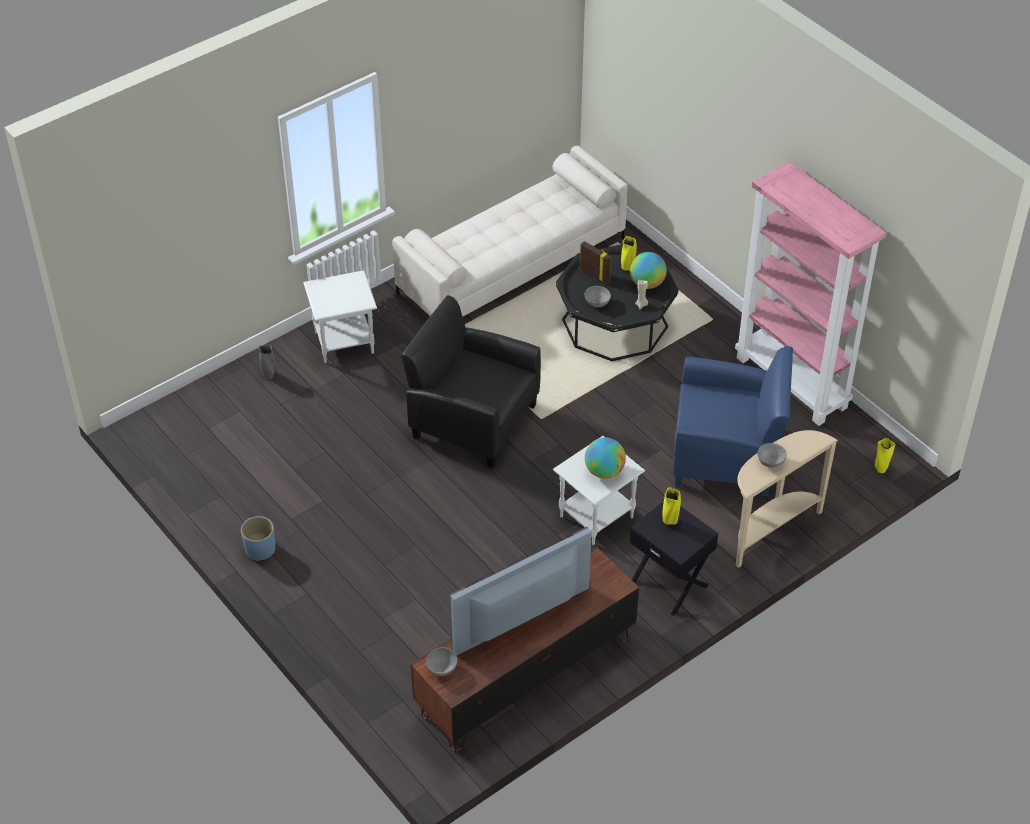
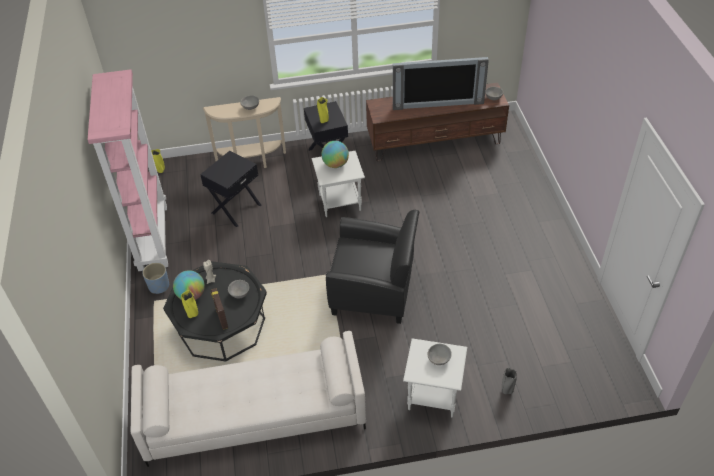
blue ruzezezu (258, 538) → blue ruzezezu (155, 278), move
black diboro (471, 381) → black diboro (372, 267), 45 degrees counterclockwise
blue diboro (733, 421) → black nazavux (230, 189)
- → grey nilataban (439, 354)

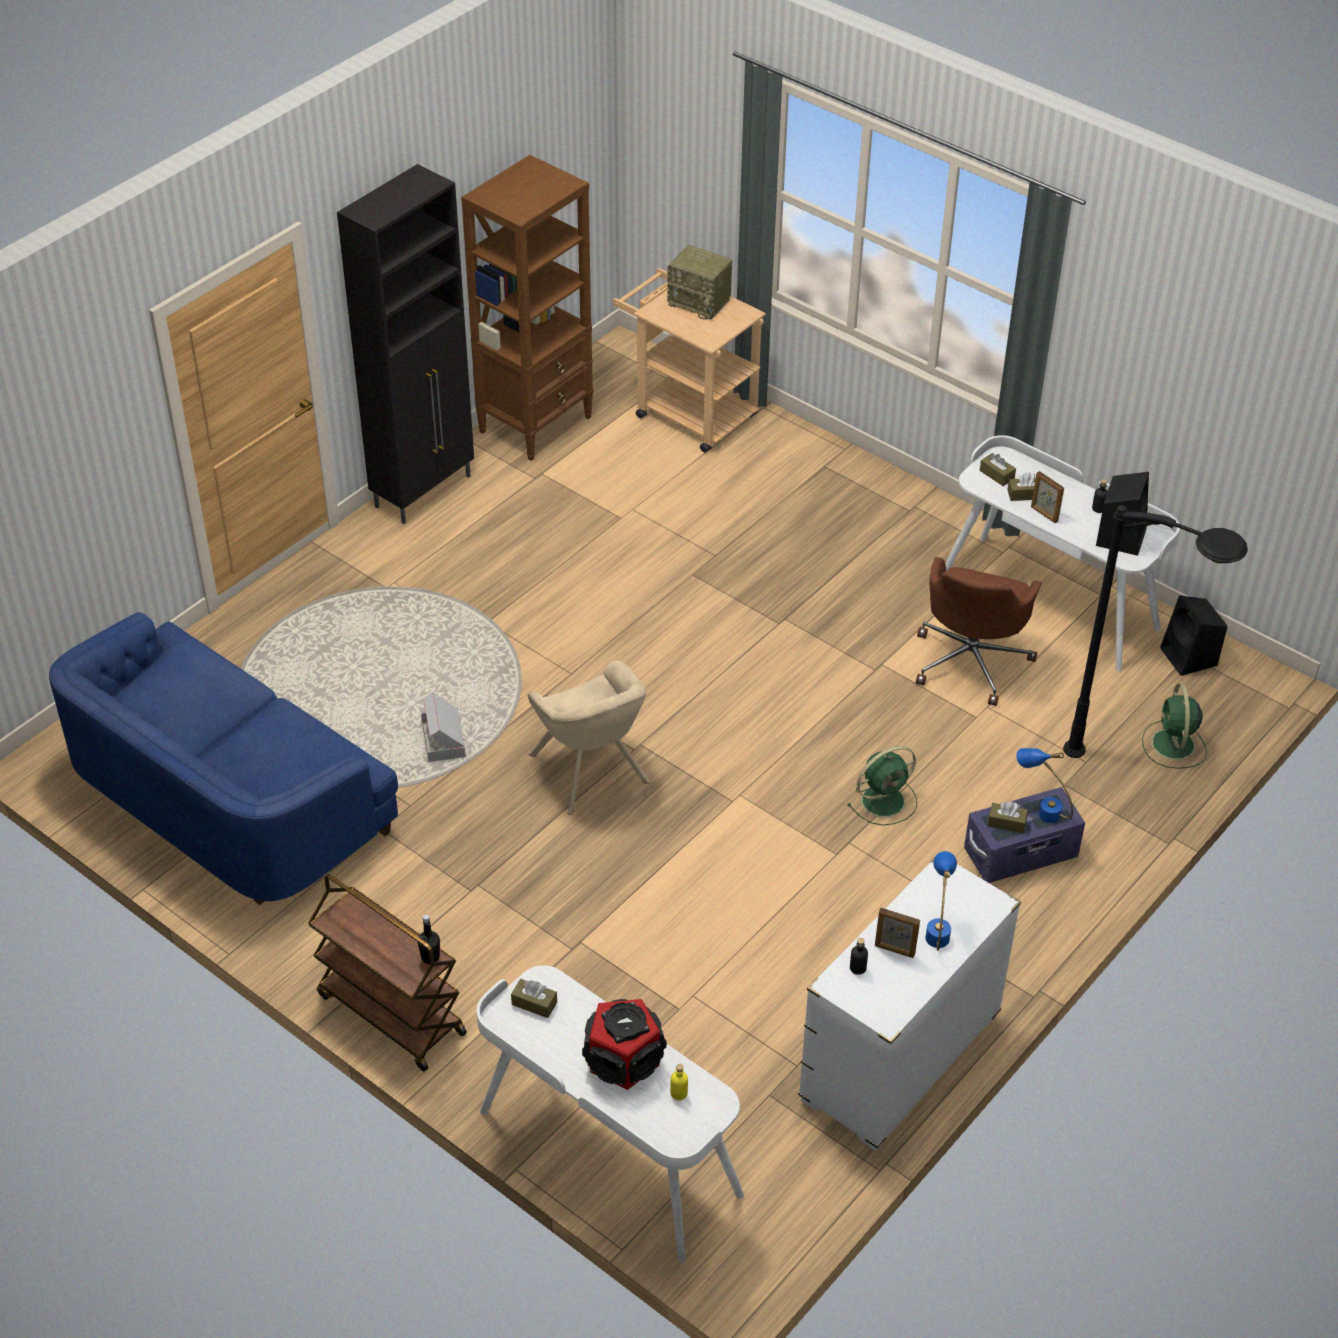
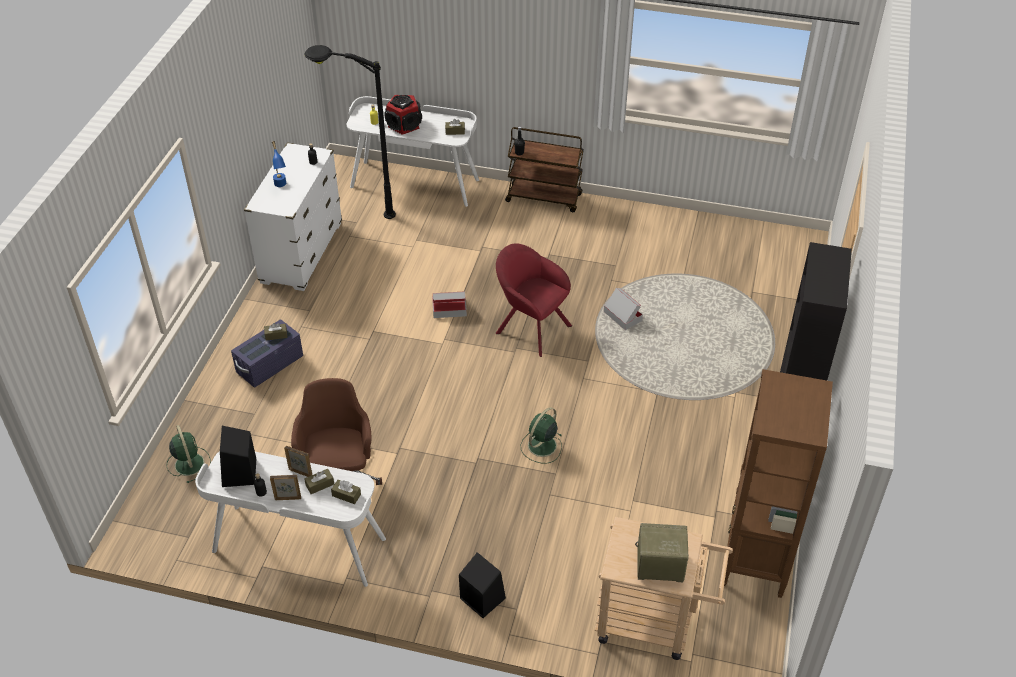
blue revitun (223, 758) → -
beige diboro (589, 738) → red diboro (534, 300)
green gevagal (882, 785) → green gevagal (541, 435), move
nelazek (897, 933) → nelazek (285, 487), move
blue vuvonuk (1044, 785) → -
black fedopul (1155, 631) → black fedopul (350, 132), move
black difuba (1193, 635) → black difuba (482, 585), move
- → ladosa (449, 304)

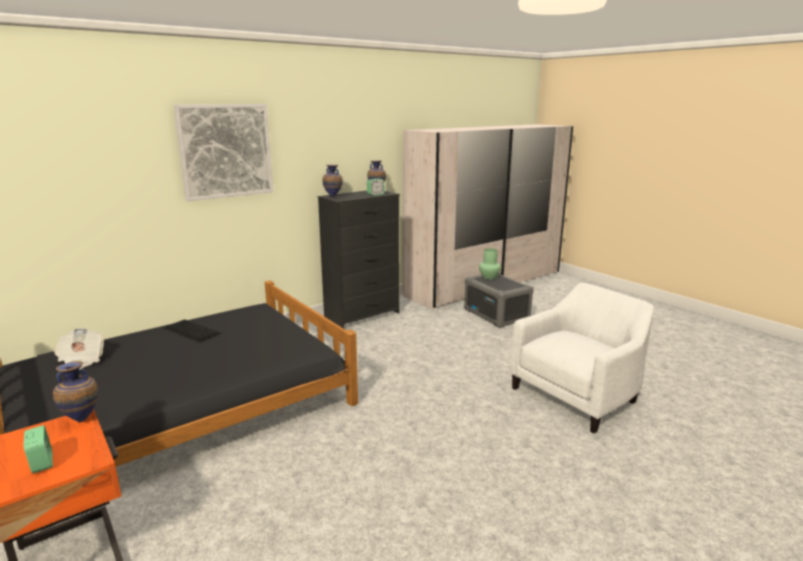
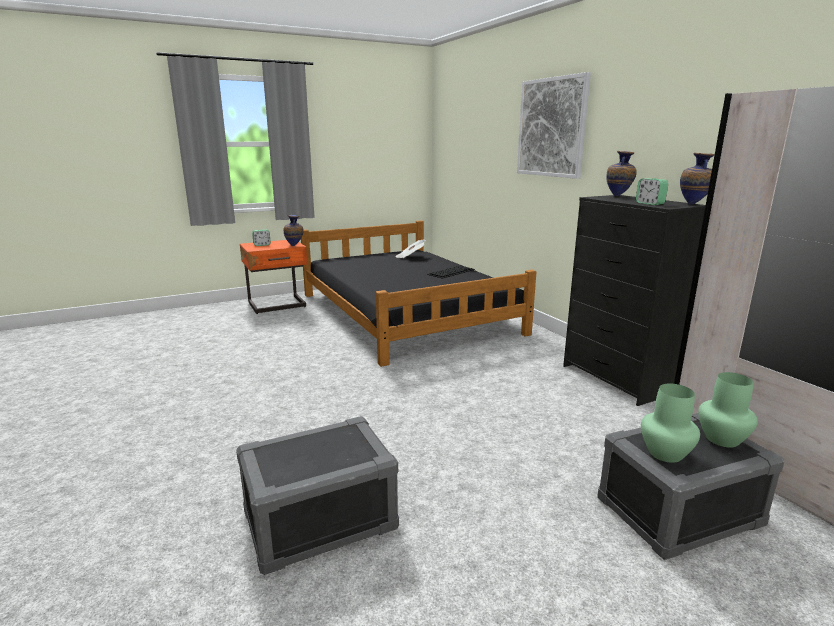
white diboro (582, 358) → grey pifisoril (317, 495)
- → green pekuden (670, 423)

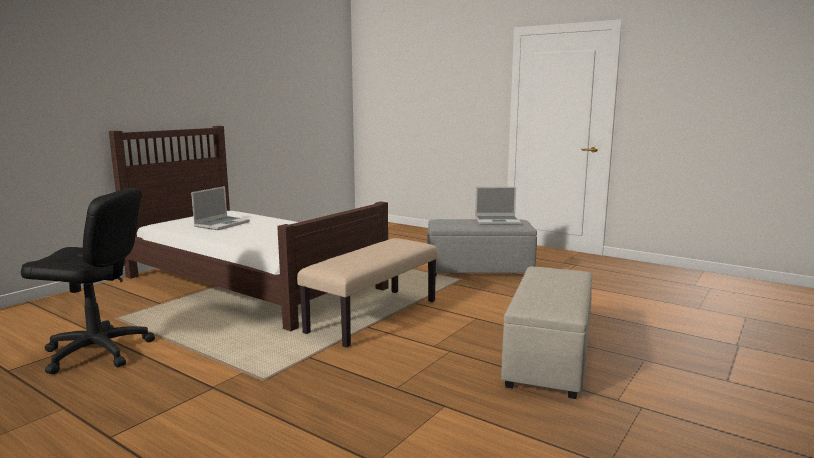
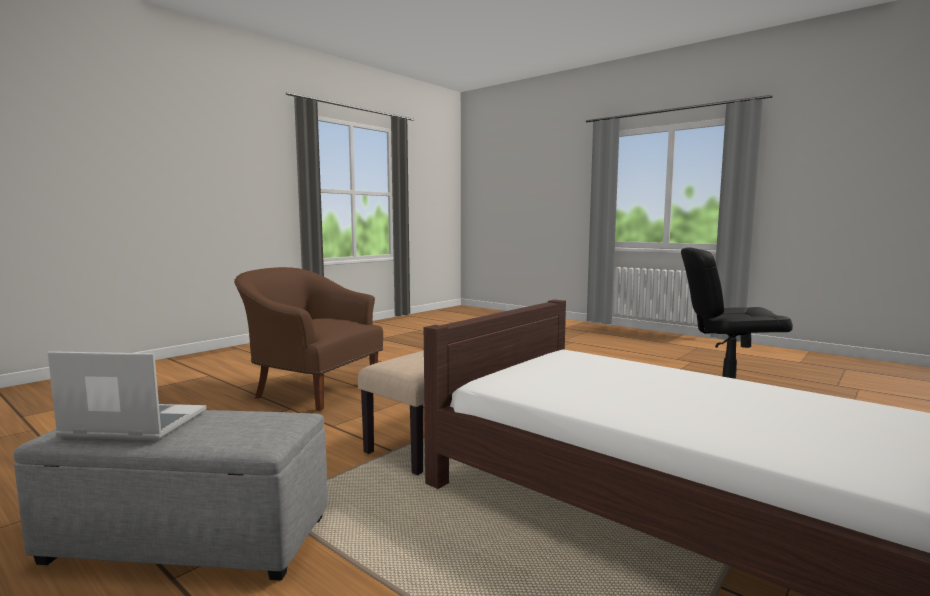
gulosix (220, 208) → -
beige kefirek (546, 333) → brown diboro (308, 339)

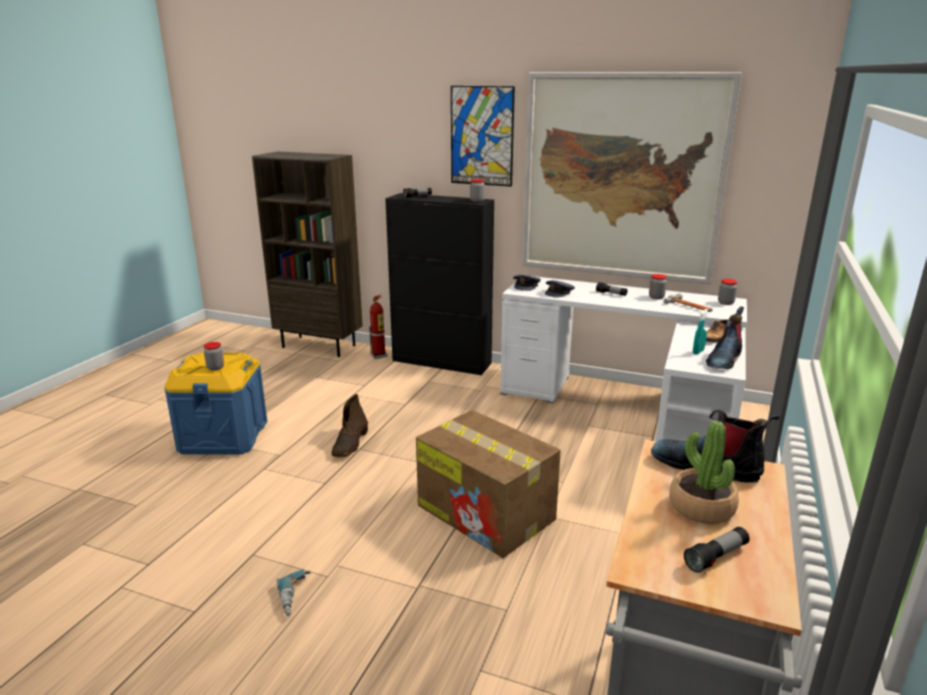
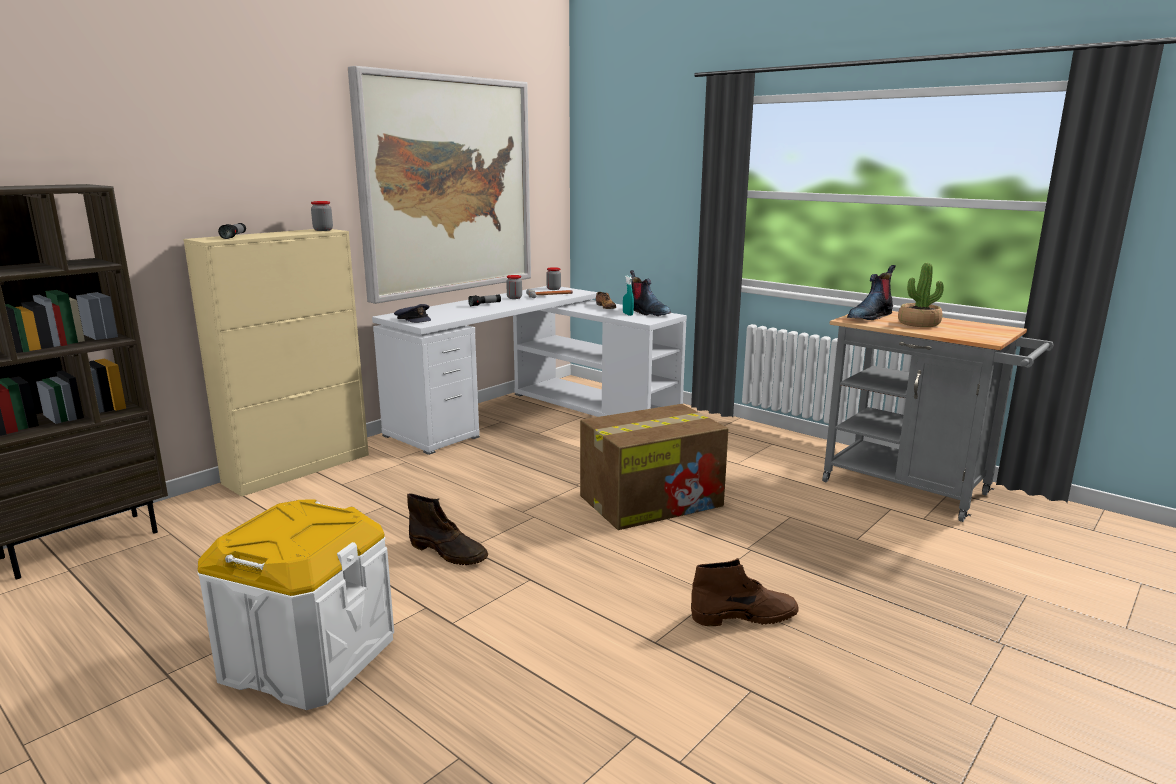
blue pifisoril (215, 404) → white pifisoril (296, 604)
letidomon (214, 356) → -
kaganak (294, 592) → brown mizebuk (745, 592)
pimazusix (378, 327) → -
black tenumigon (439, 284) → beige tenumigon (276, 363)
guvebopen (483, 136) → -
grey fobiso (560, 289) → -
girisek (717, 550) → -

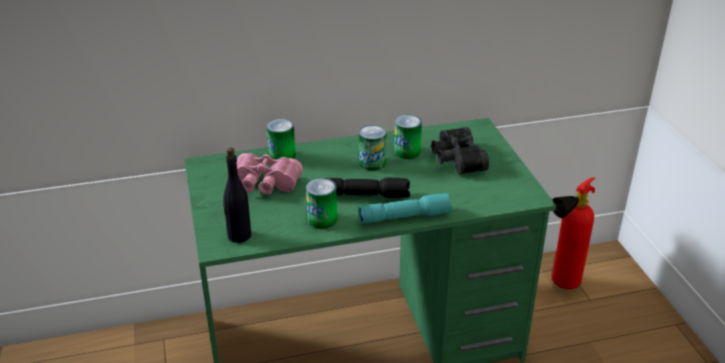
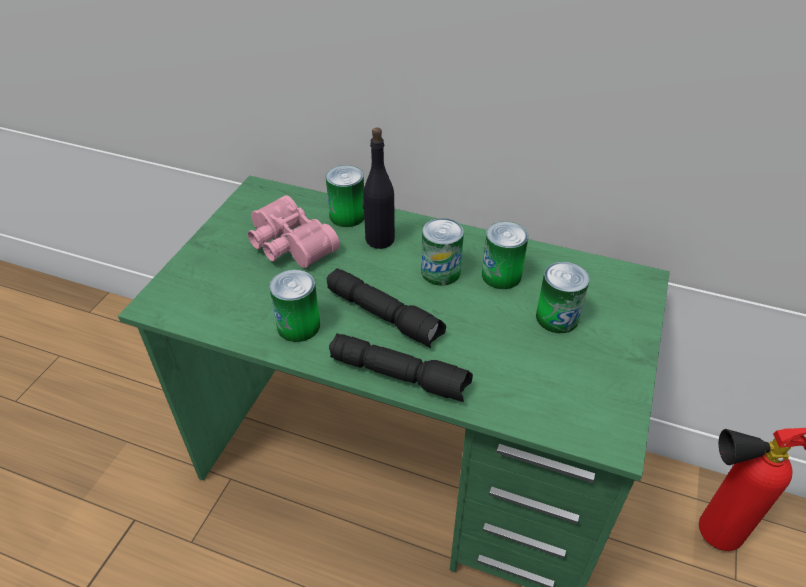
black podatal (237, 195) → black podatal (379, 188), move
turquoise girisek (406, 208) → black girisek (401, 367)
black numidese (460, 150) → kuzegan (563, 297)

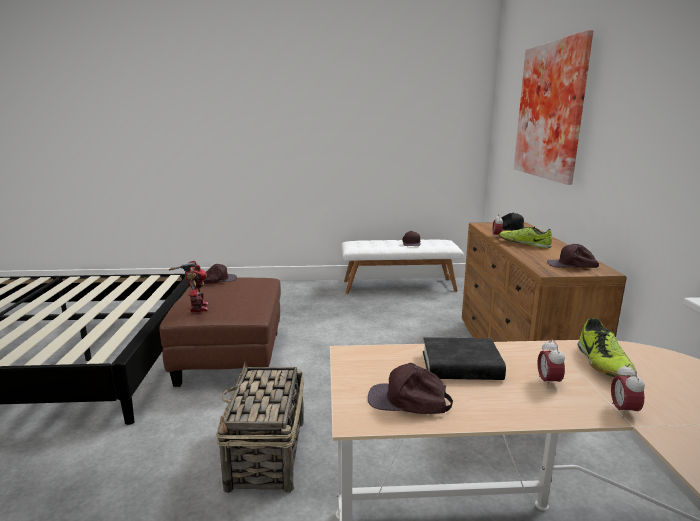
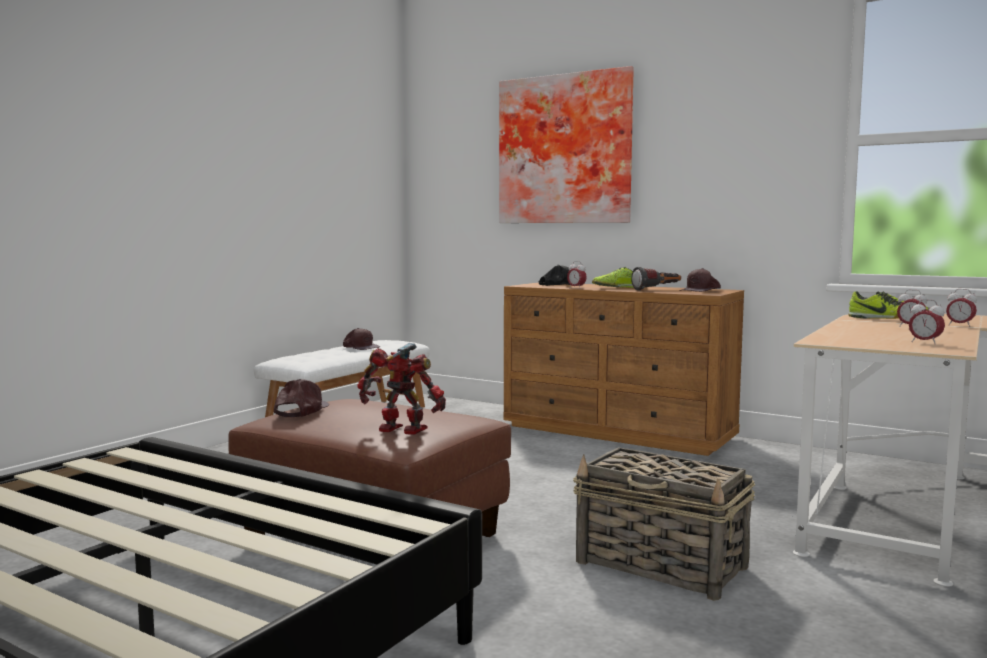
brown fobiso (410, 388) → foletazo (927, 322)
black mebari (464, 358) → -
- → girisek (656, 279)

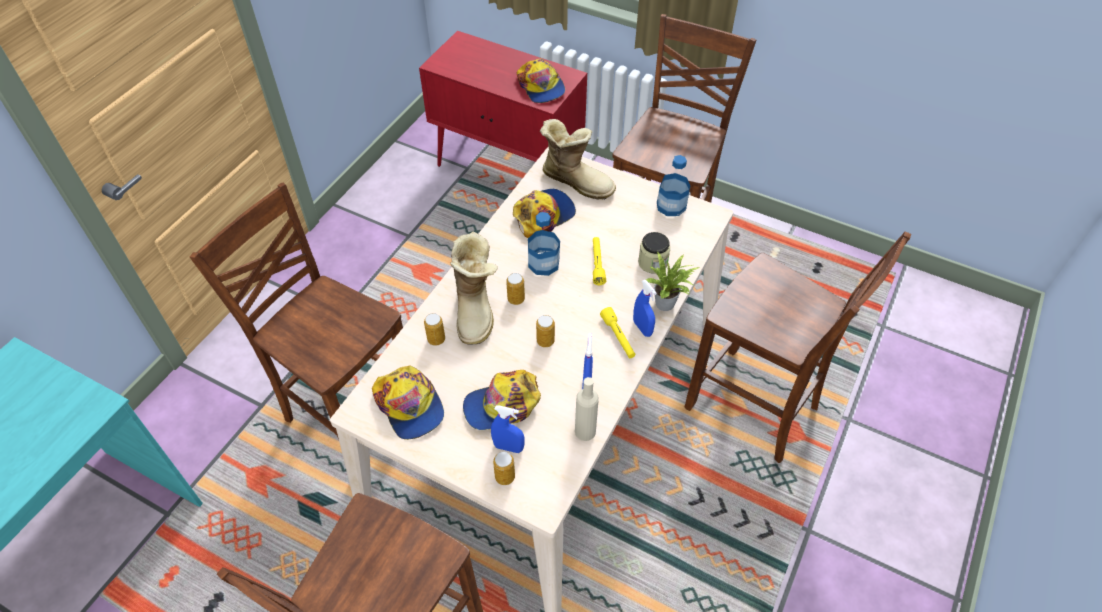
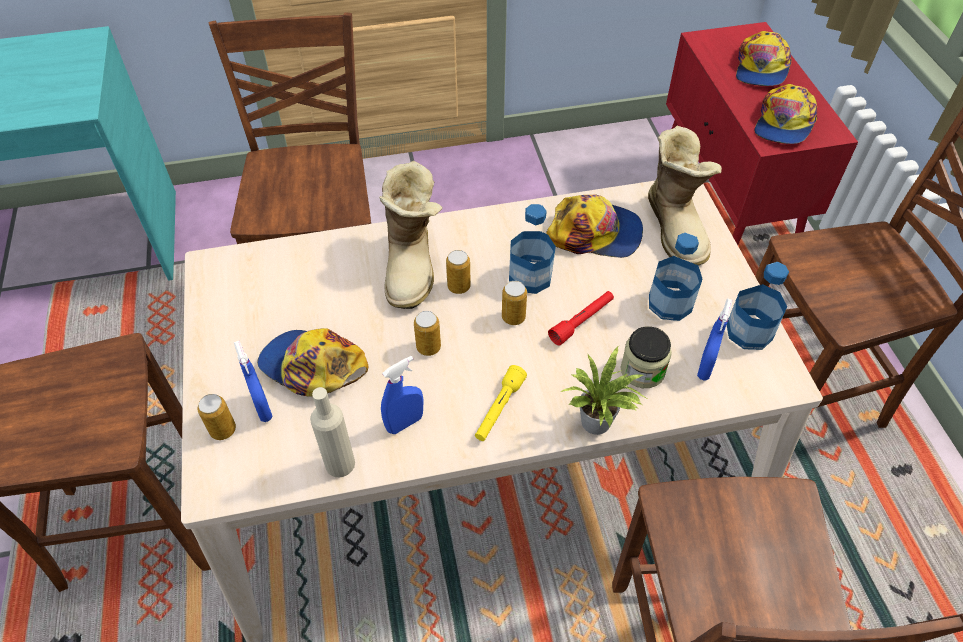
fobiso (408, 403) → fobiso (764, 58), move
kuzegan (434, 329) → kuzegan (514, 303), move
mizebuk (474, 288) → mizebuk (411, 235), 45 degrees counterclockwise
yellow girisek (599, 261) → red girisek (581, 318)
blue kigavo (645, 308) → blue kigavo (714, 339), move
- → podatal (675, 277)

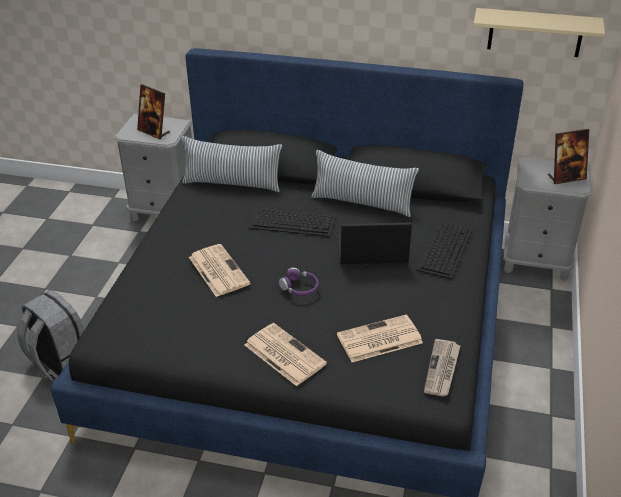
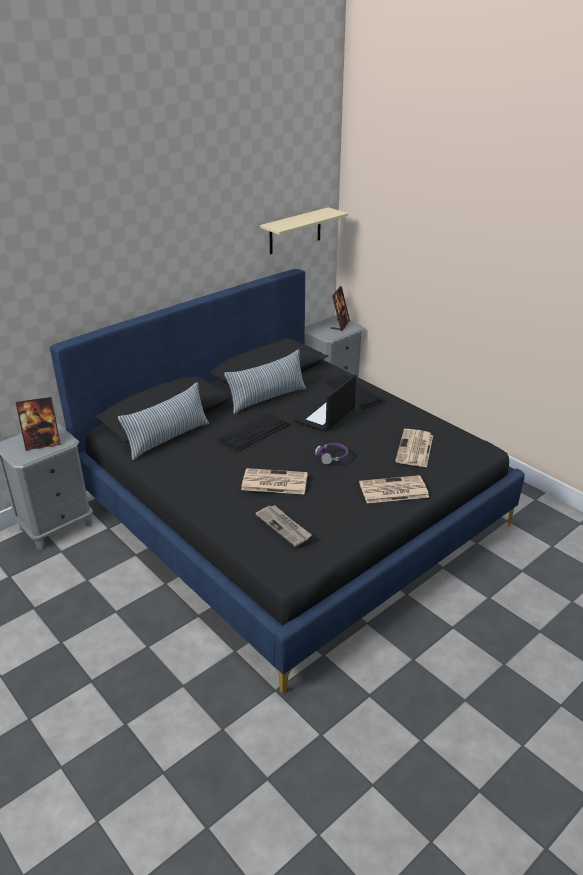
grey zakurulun (51, 335) → -
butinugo (442, 368) → butinugo (284, 526), move

